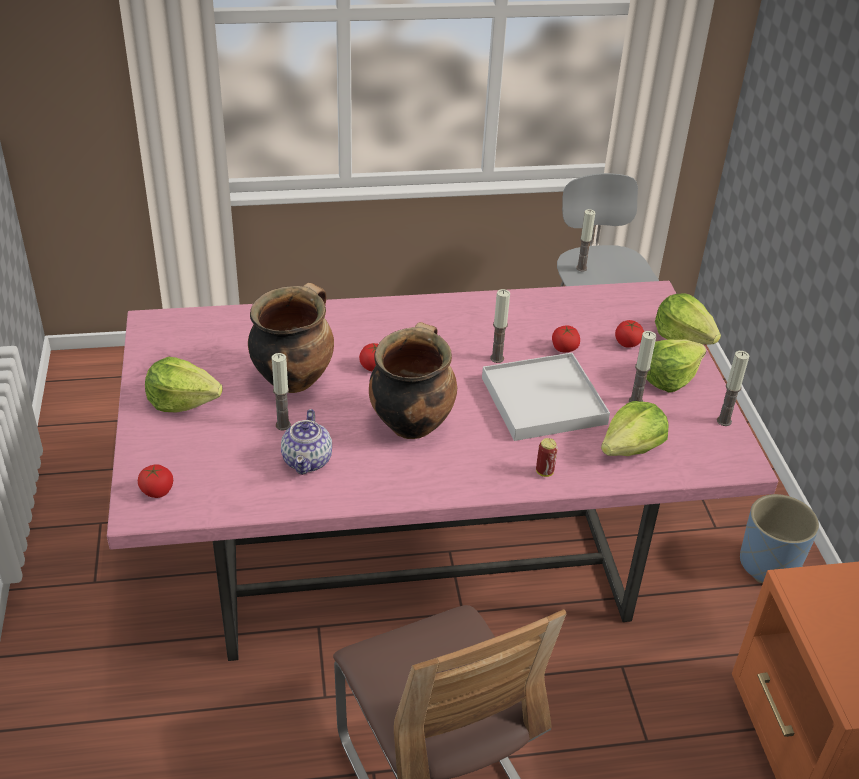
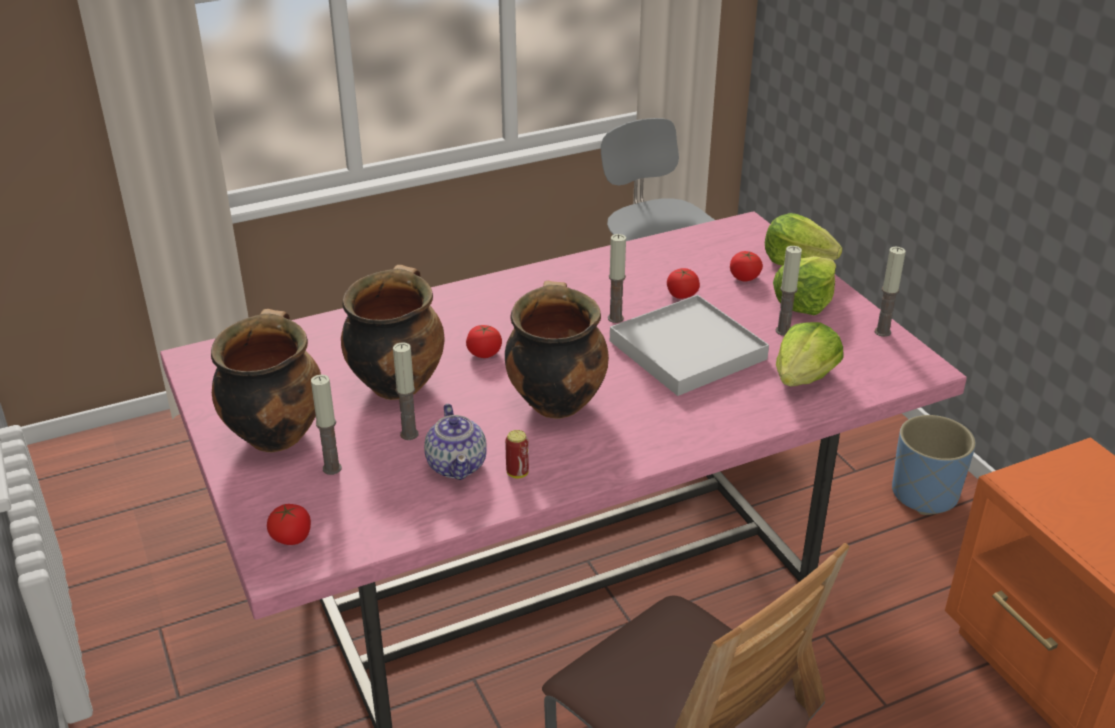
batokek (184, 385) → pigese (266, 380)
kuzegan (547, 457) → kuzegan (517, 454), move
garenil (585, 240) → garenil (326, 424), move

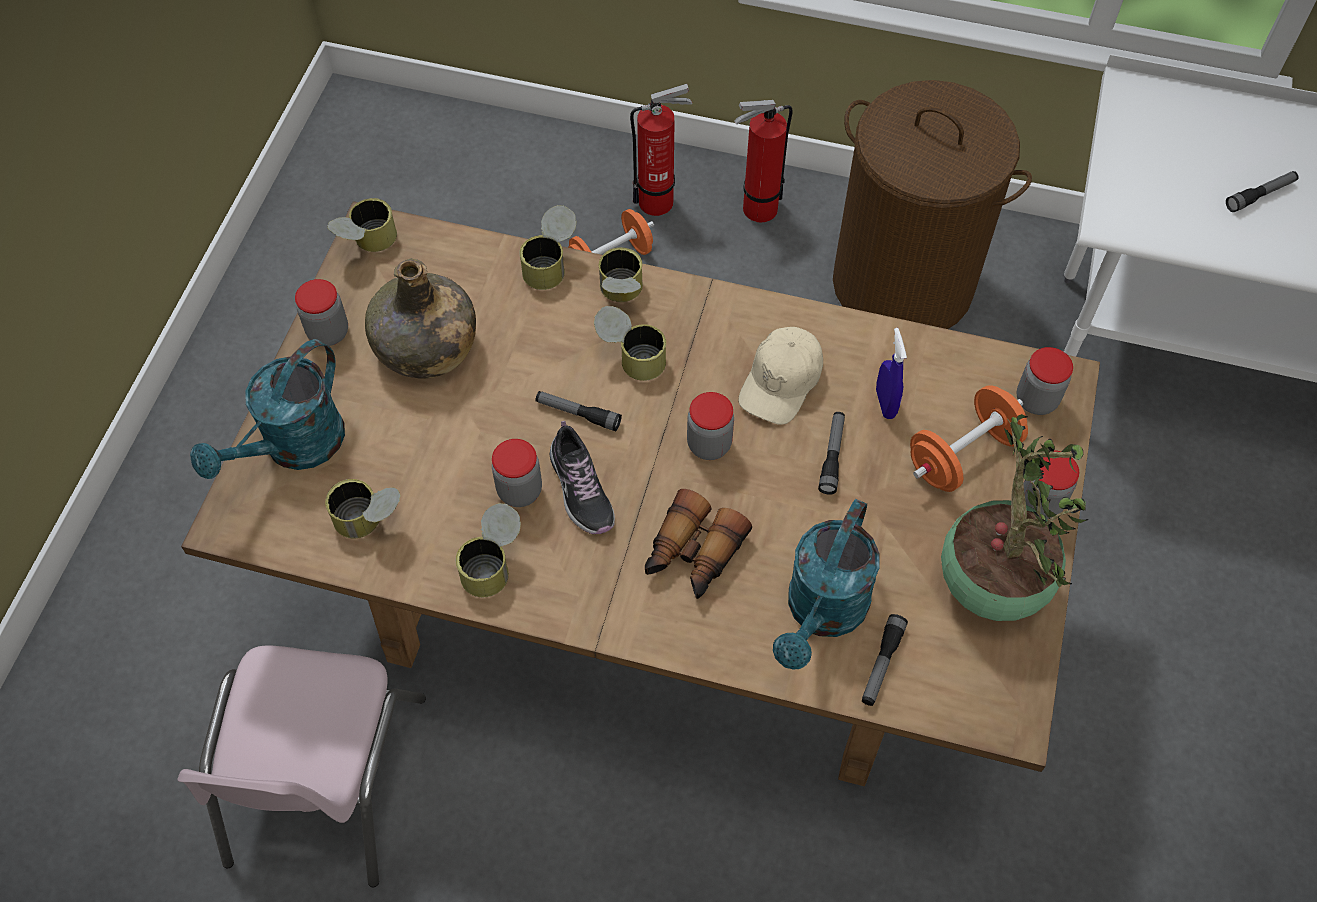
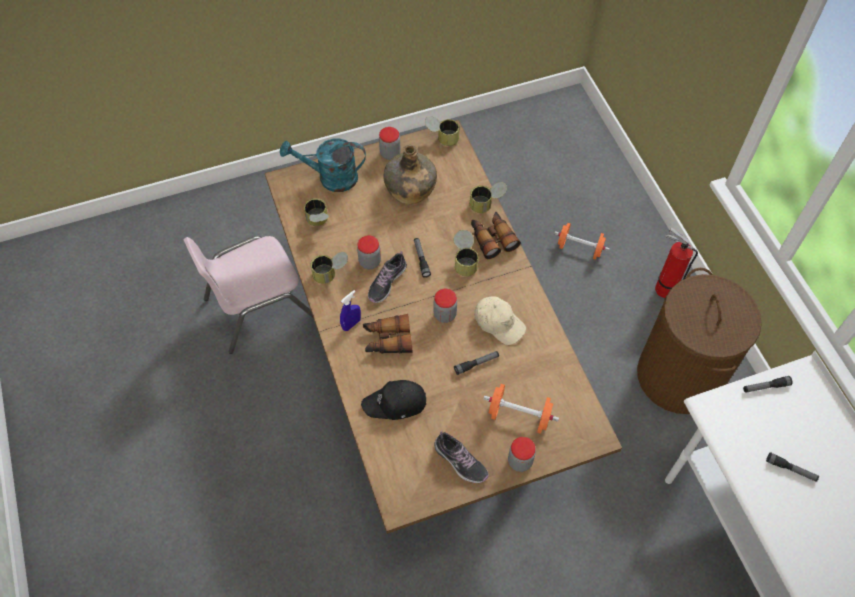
kuzegan (621, 274) → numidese (496, 235)
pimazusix (661, 150) → -
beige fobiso (780, 376) → beige fobiso (500, 320), 135 degrees counterclockwise
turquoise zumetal (826, 584) → black fobiso (393, 400)
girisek (885, 660) → girisek (767, 384), move
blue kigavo (891, 373) → blue kigavo (350, 310), move
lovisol (1014, 517) → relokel (461, 457)
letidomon (1044, 381) → -

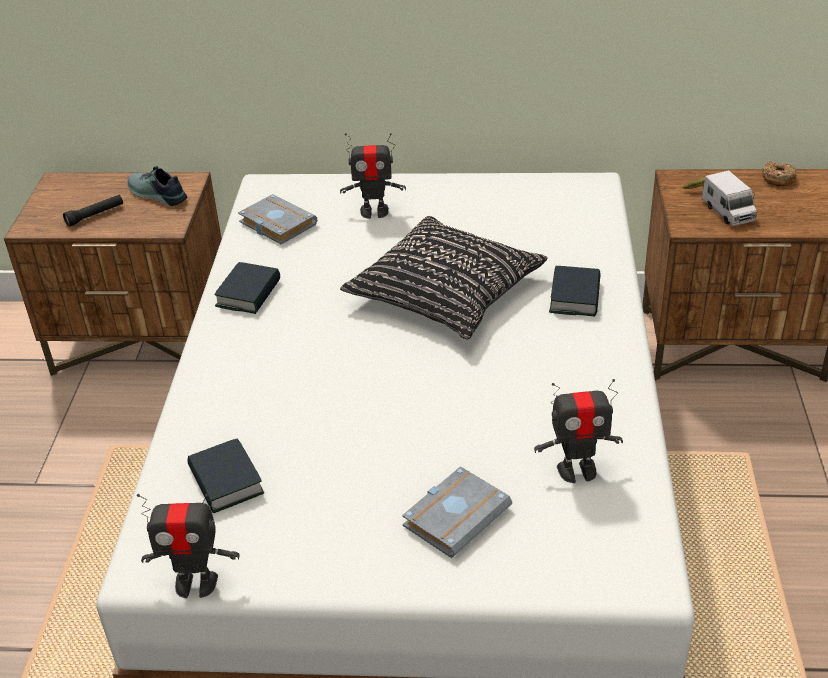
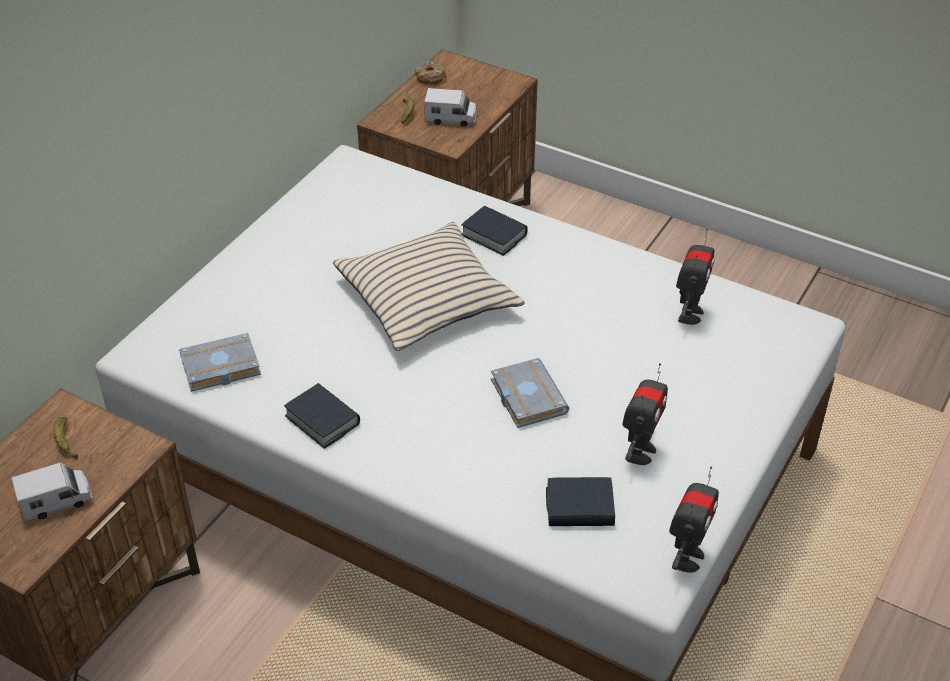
black girisek (93, 211) → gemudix (52, 493)
relokel (157, 186) → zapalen (65, 438)
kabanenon (373, 176) → kabanenon (645, 414), move
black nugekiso (444, 277) → beige nugekiso (429, 286)
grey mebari (457, 512) → grey mebari (530, 393), move

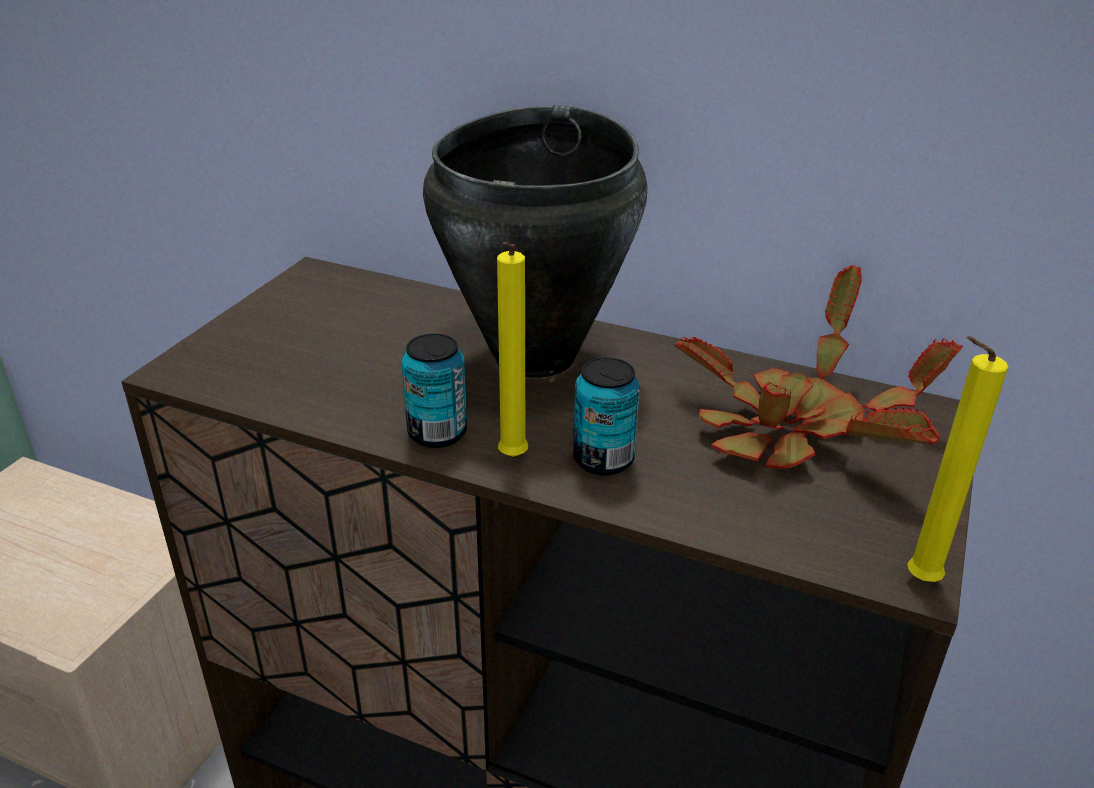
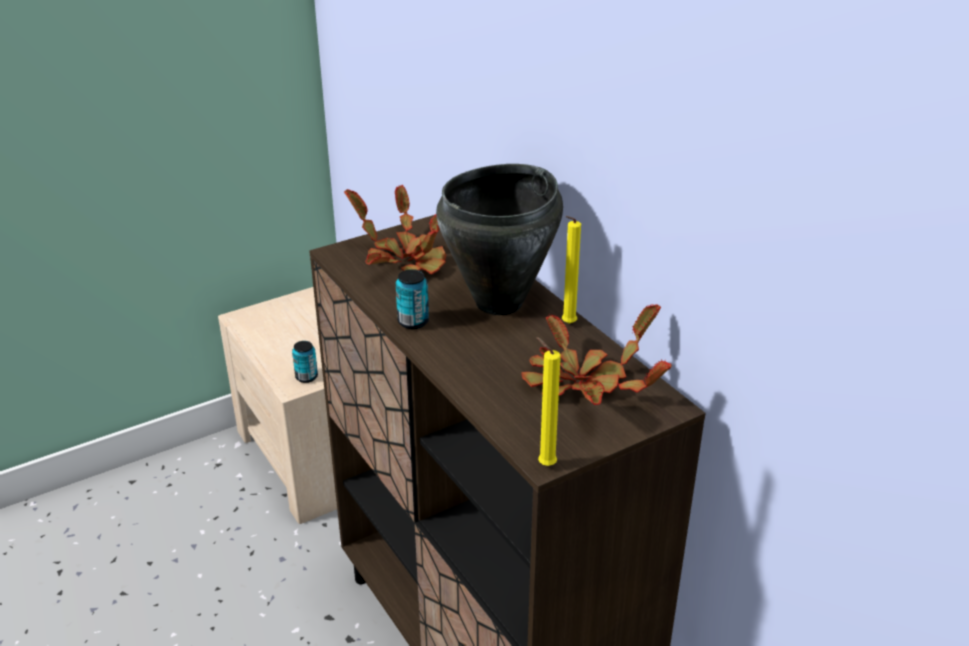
yellow garenil (512, 349) → yellow garenil (571, 270), move
kuzegan (606, 416) → kuzegan (305, 362), move
- → lovisol (395, 229)

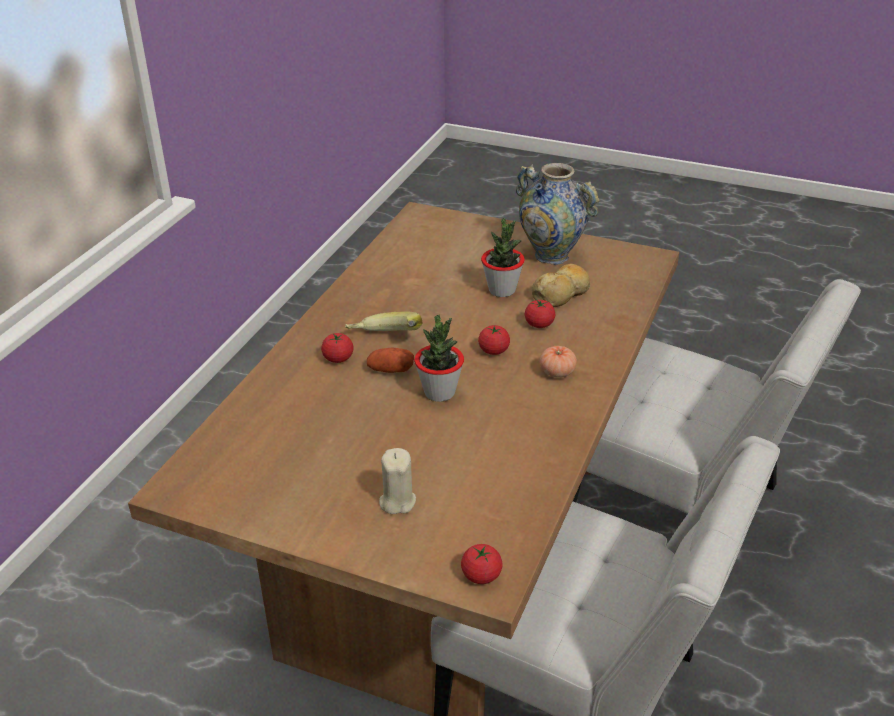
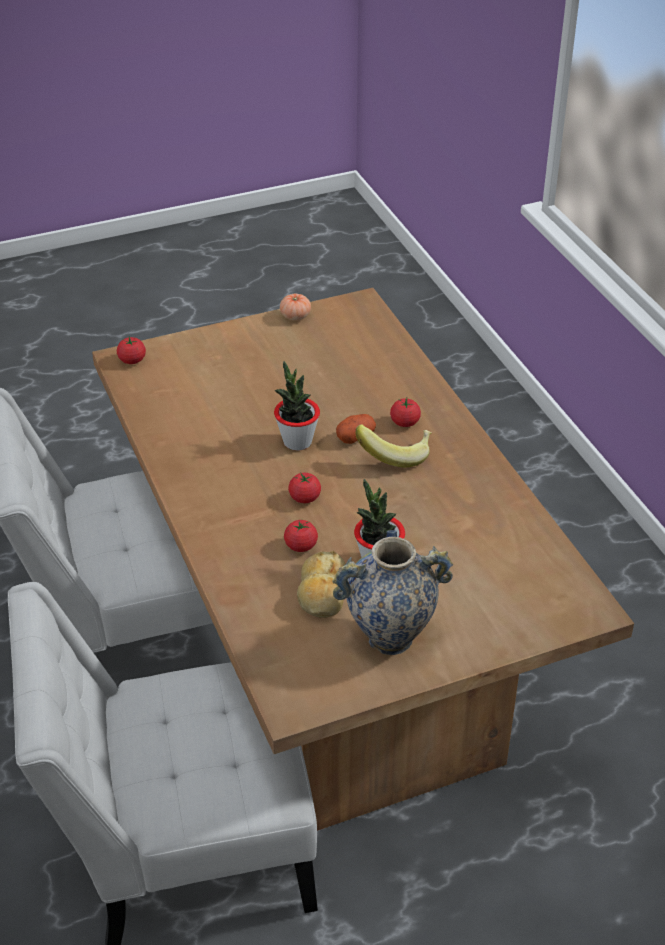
beige garenil (397, 481) → -
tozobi (558, 362) → tozobi (295, 307), move

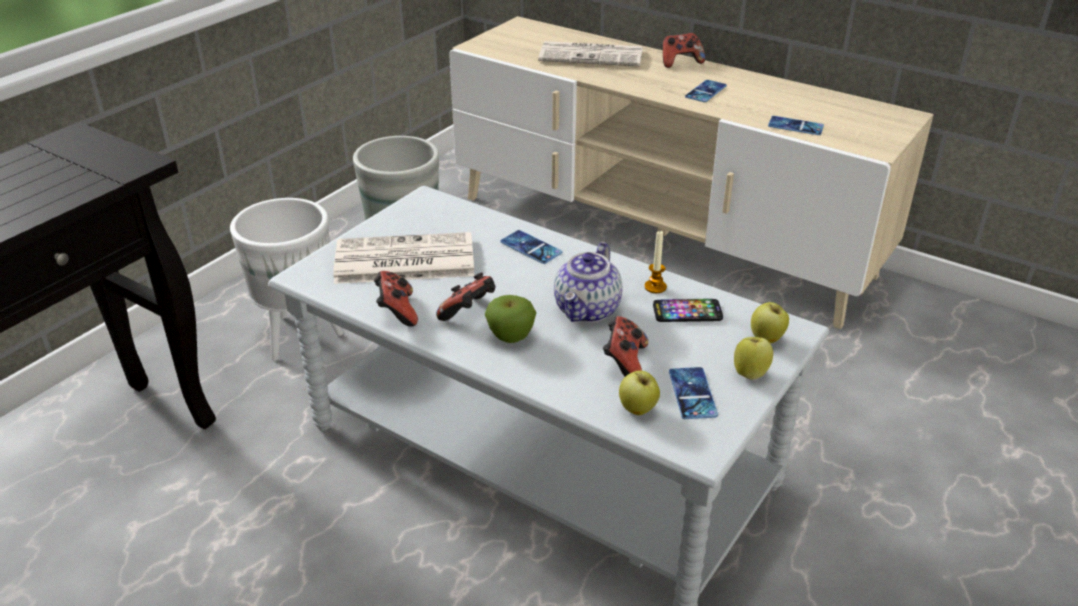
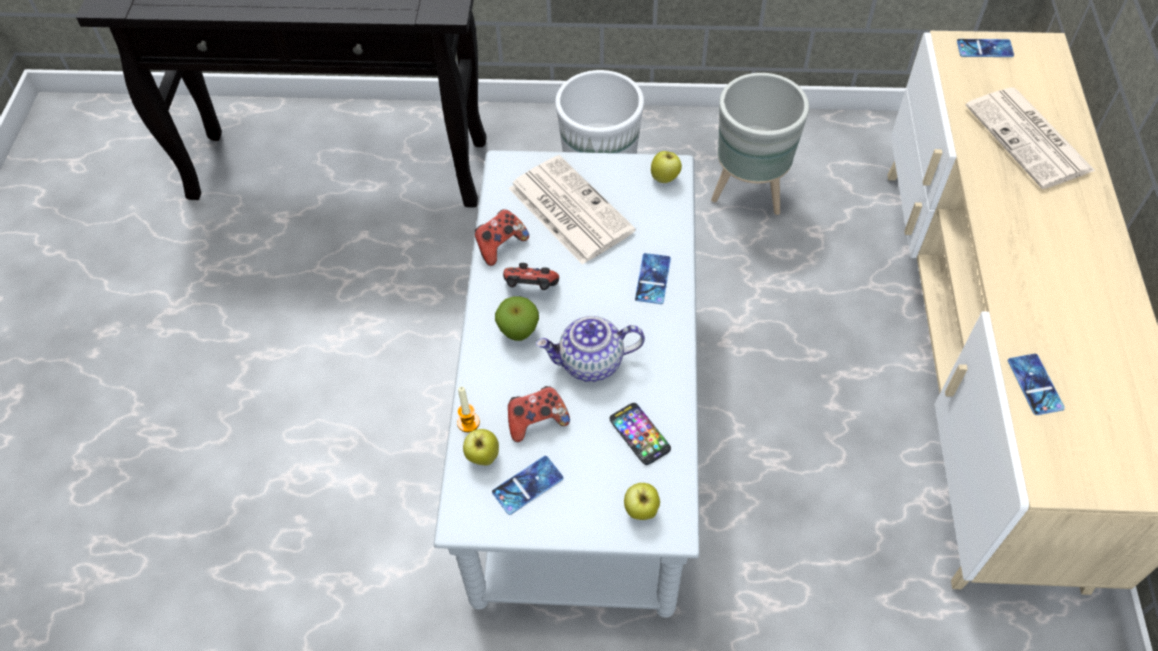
garenil (655, 262) → garenil (468, 409), move
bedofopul (684, 50) → -
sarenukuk (706, 91) → sarenukuk (985, 48), move
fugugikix (753, 358) → fugugikix (666, 167), move

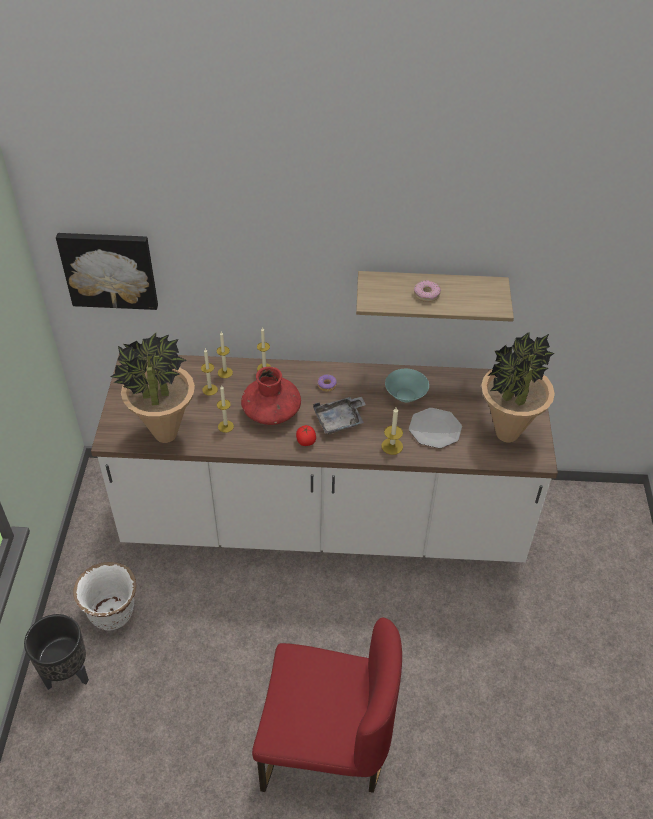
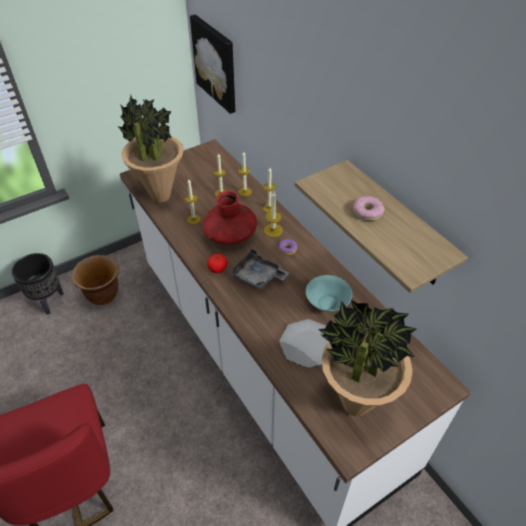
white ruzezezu (104, 596) → brown ruzezezu (95, 280)
garenil (392, 431) → garenil (273, 214), move

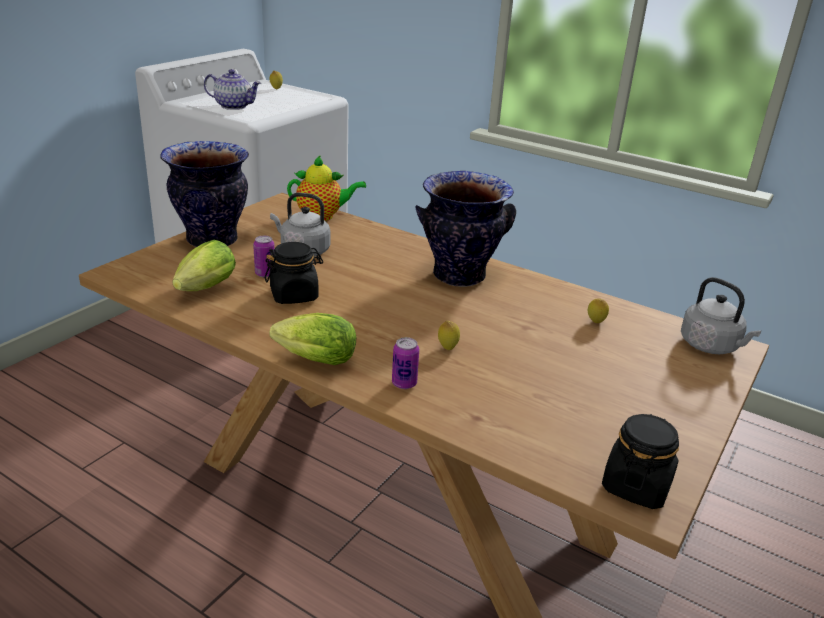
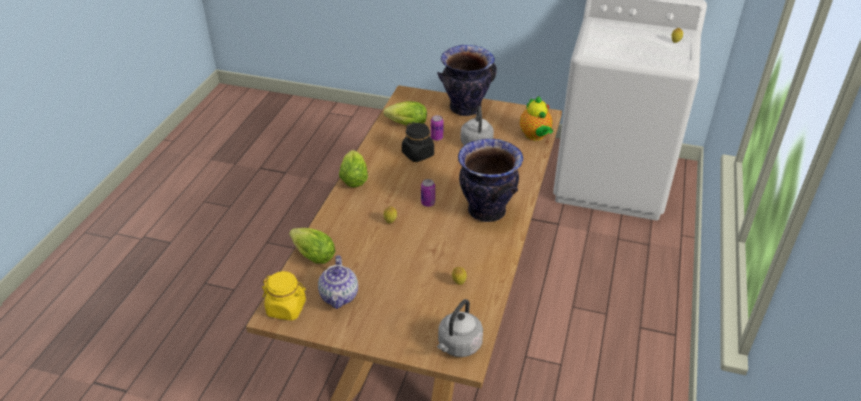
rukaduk (232, 89) → rukaduk (338, 282), move
kuzegan (405, 363) → kuzegan (428, 193), move
black letidomon (640, 461) → yellow letidomon (284, 296)
- → batokek (312, 246)

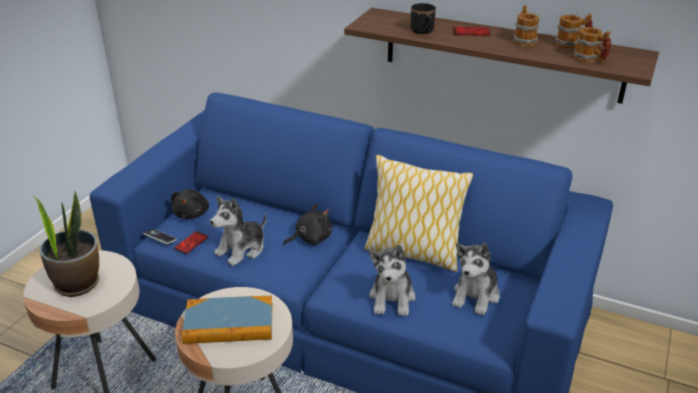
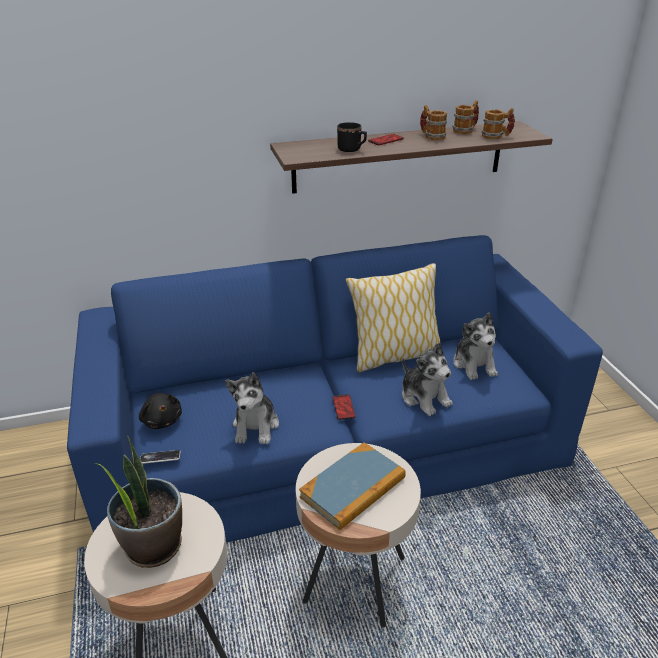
sarenukuk (191, 242) → sarenukuk (344, 407), move
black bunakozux (307, 224) → -

